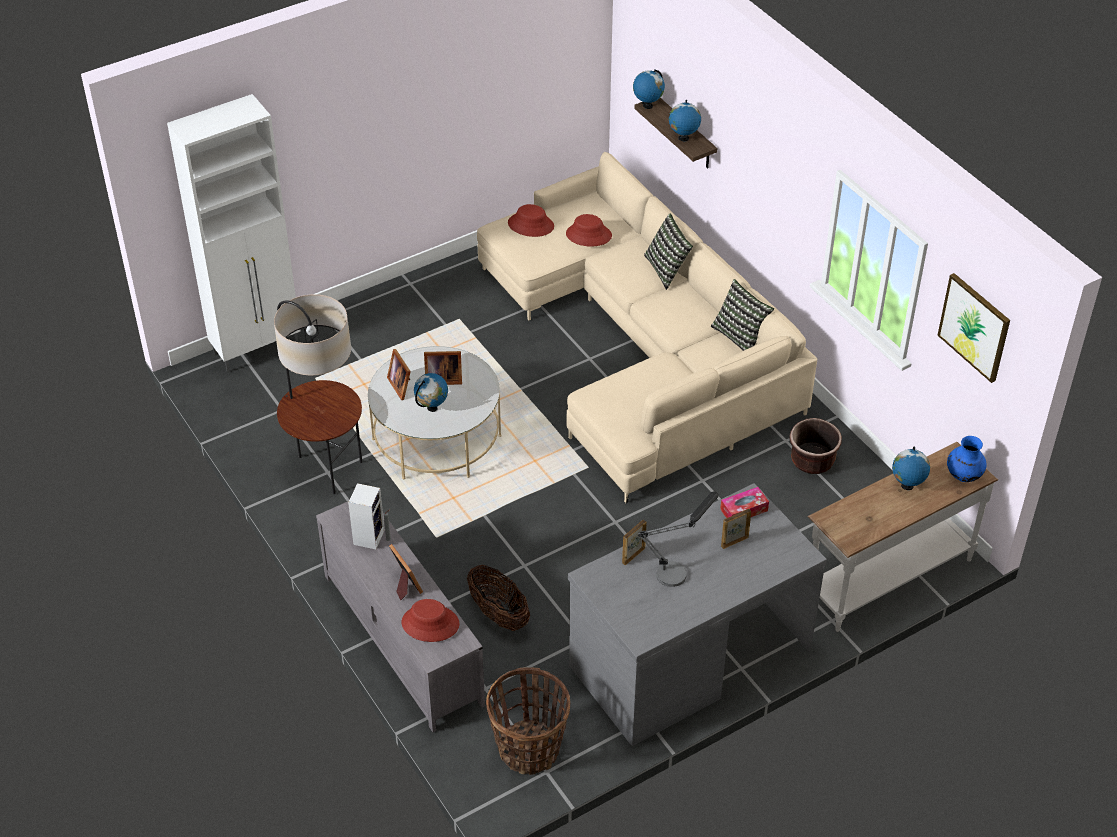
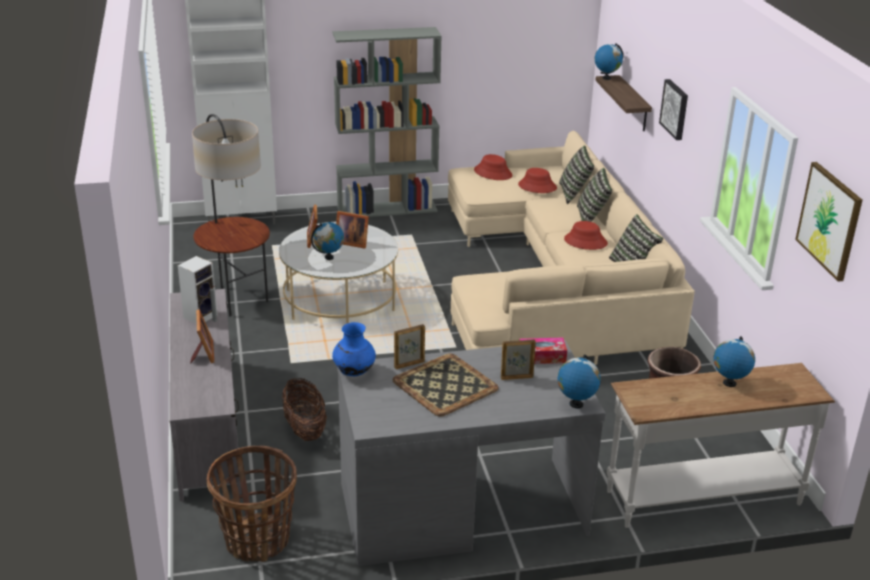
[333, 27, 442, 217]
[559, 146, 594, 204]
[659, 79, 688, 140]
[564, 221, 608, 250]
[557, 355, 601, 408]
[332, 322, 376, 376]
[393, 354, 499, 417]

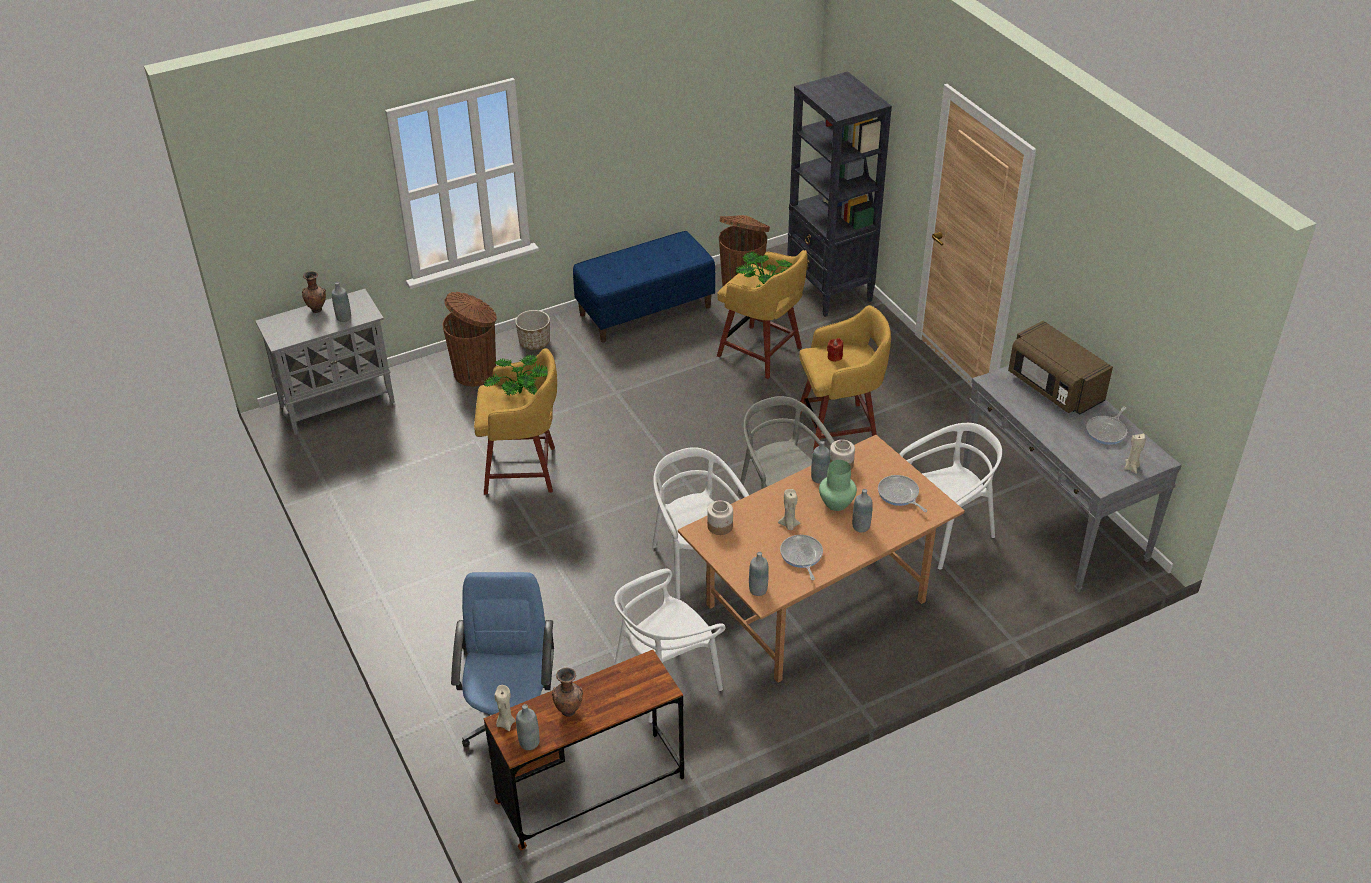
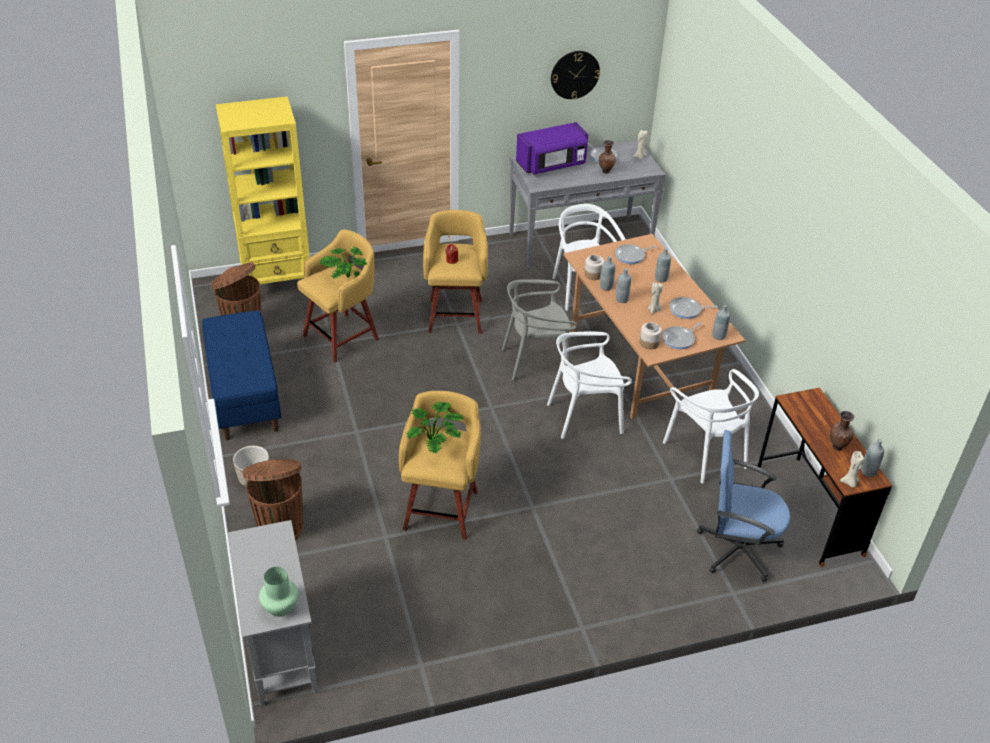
[551, 51, 600, 100]
[662, 323, 702, 349]
[599, 140, 616, 174]
[616, 268, 631, 303]
[259, 567, 298, 617]
[216, 96, 310, 284]
[516, 122, 588, 175]

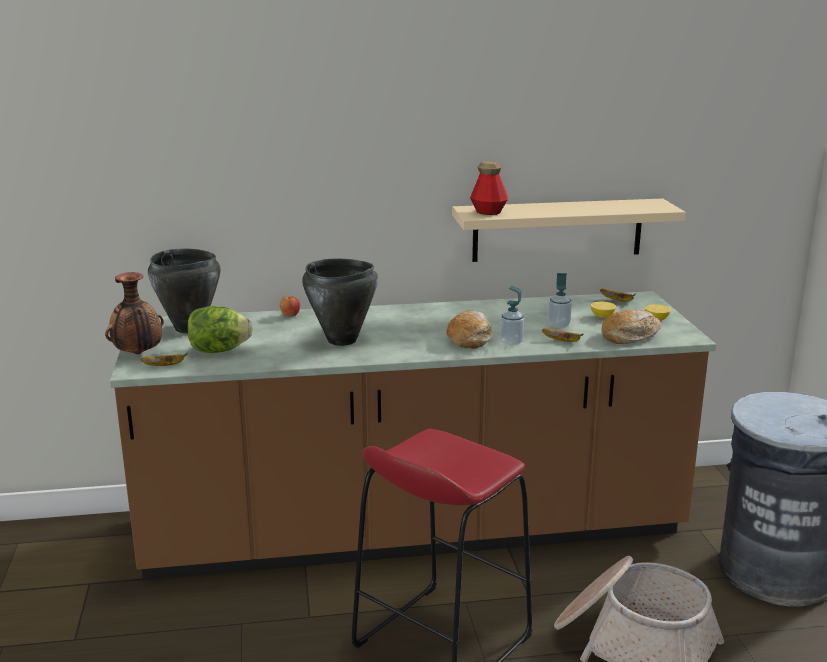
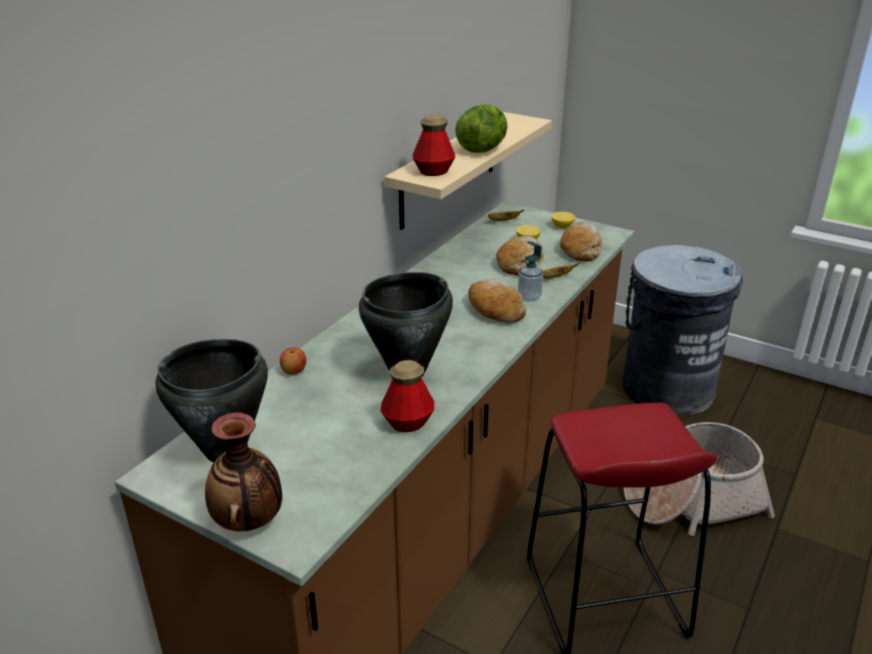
[141, 353, 188, 366] (first image)
[380, 360, 434, 432]
[455, 104, 507, 153]
[496, 235, 544, 276]

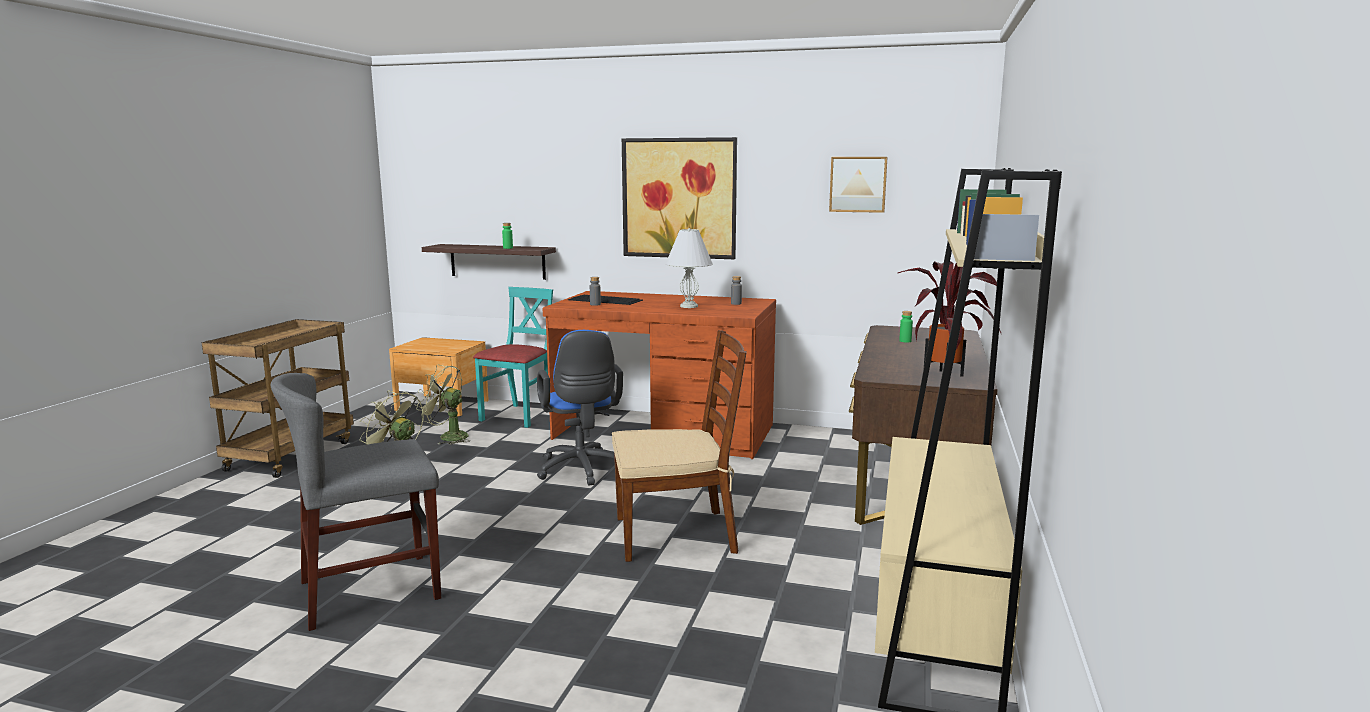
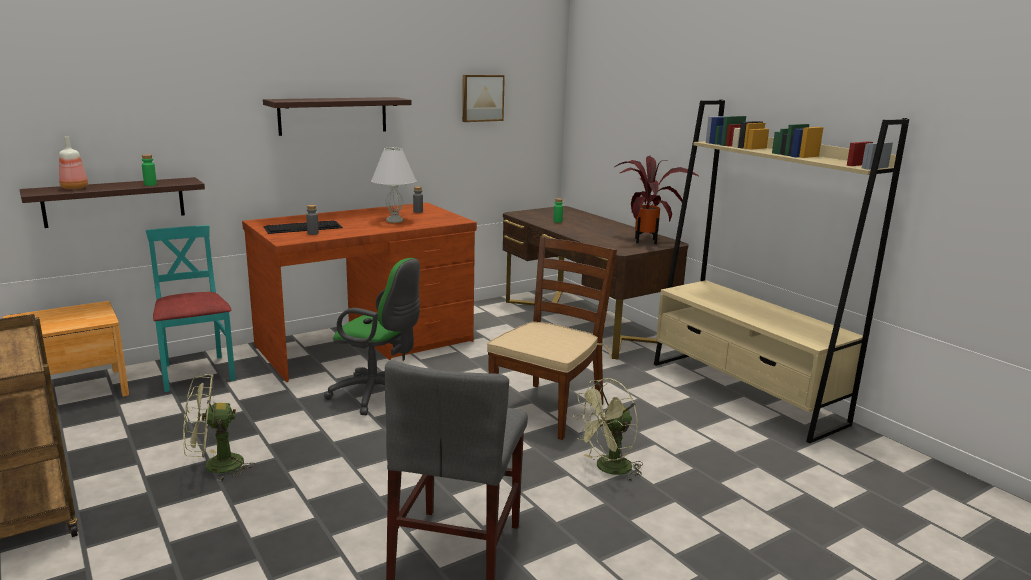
[59, 136, 88, 189]
[573, 378, 643, 482]
[263, 97, 412, 136]
[324, 258, 420, 415]

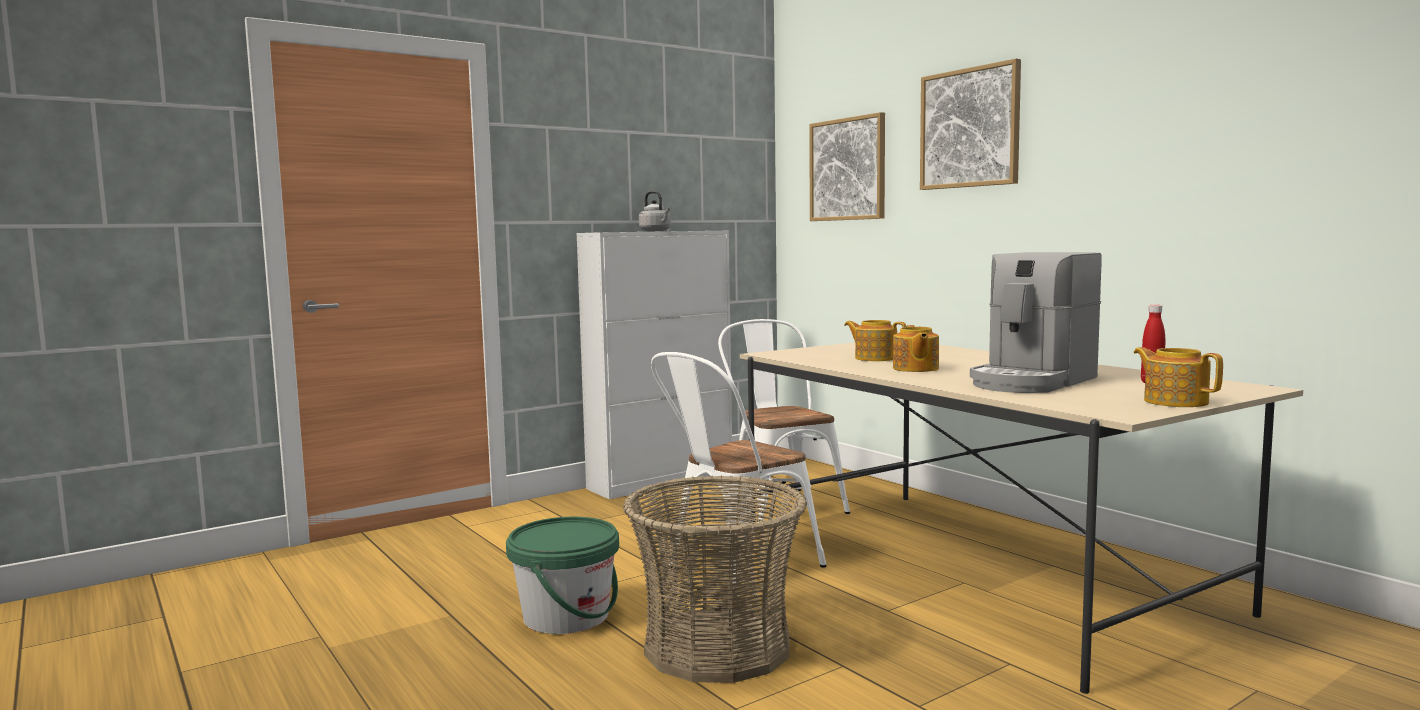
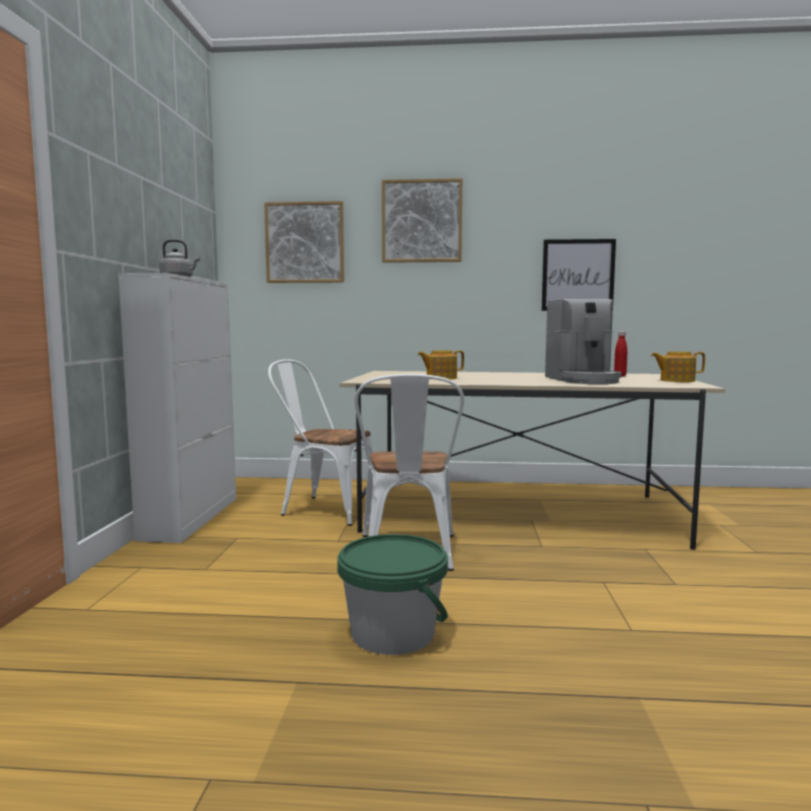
[623, 475, 807, 683] (first image)
[893, 325, 939, 372] (first image)
[542, 239, 616, 311]

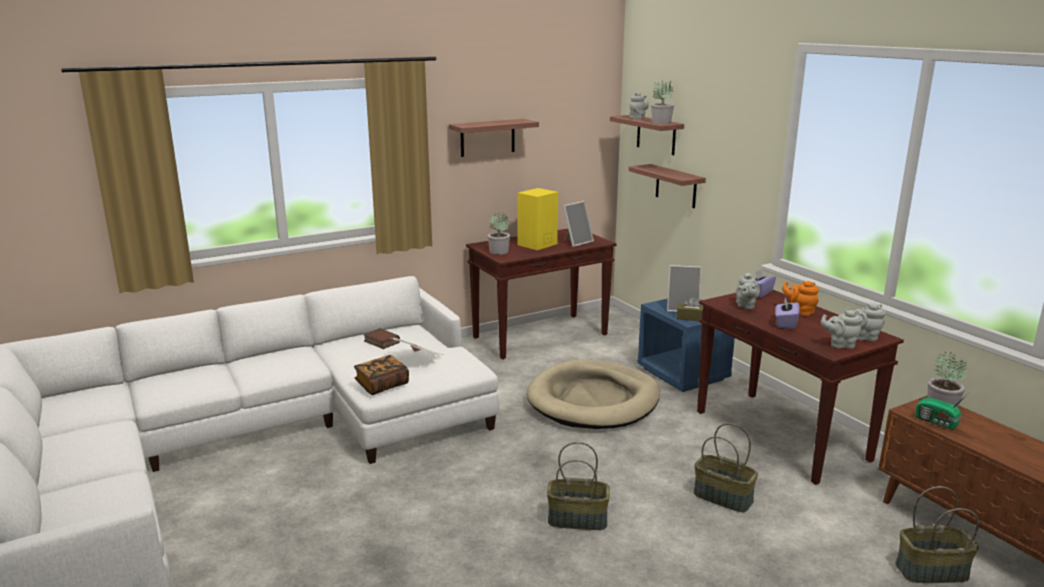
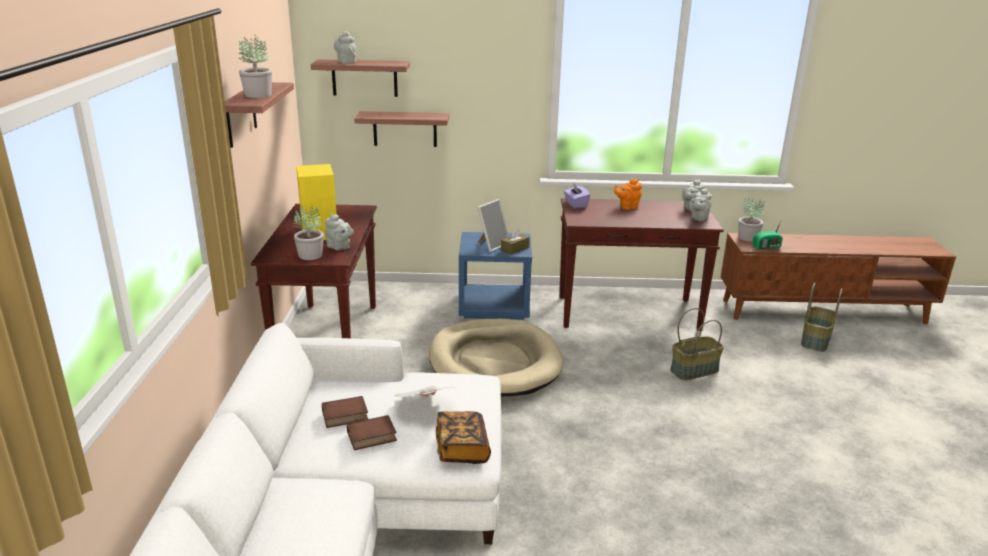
[547, 442, 610, 530] (first image)
[563, 201, 594, 247] (first image)
[775, 297, 800, 329] (first image)
[347, 415, 397, 450]
[239, 35, 272, 98]
[325, 214, 354, 250]

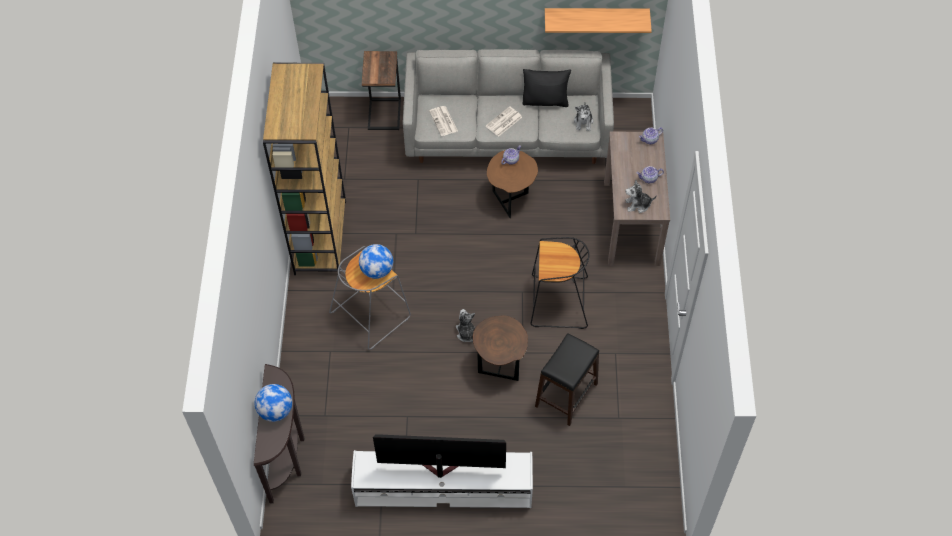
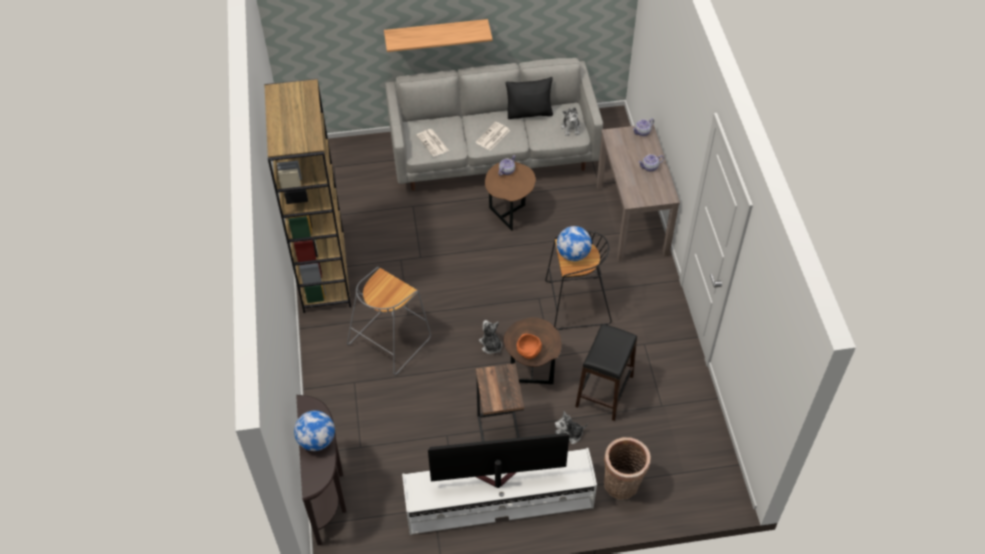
[516, 334, 542, 359]
[604, 437, 651, 500]
[557, 226, 592, 261]
[476, 363, 524, 442]
[384, 19, 493, 52]
[555, 411, 588, 444]

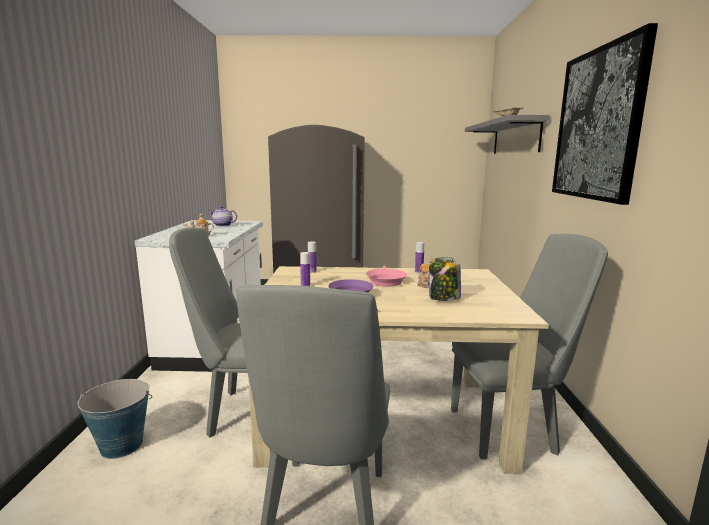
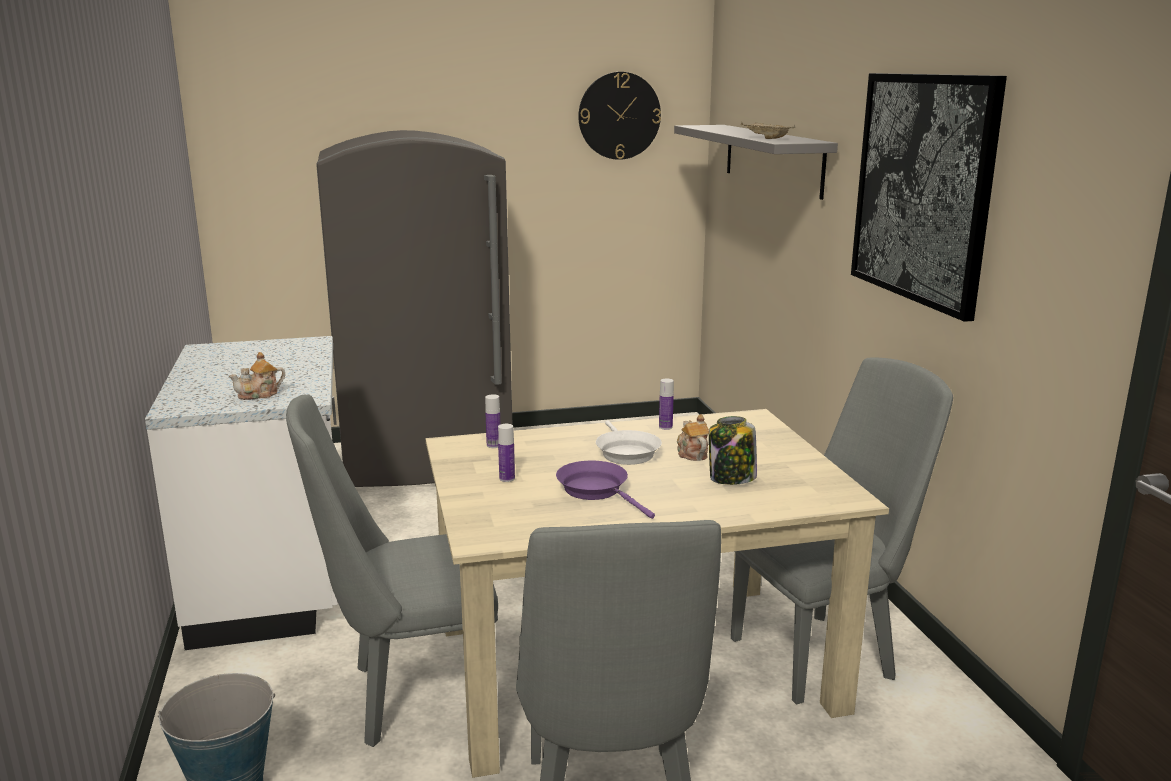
[208, 206, 237, 227] (first image)
[578, 72, 661, 160]
[596, 420, 662, 465]

